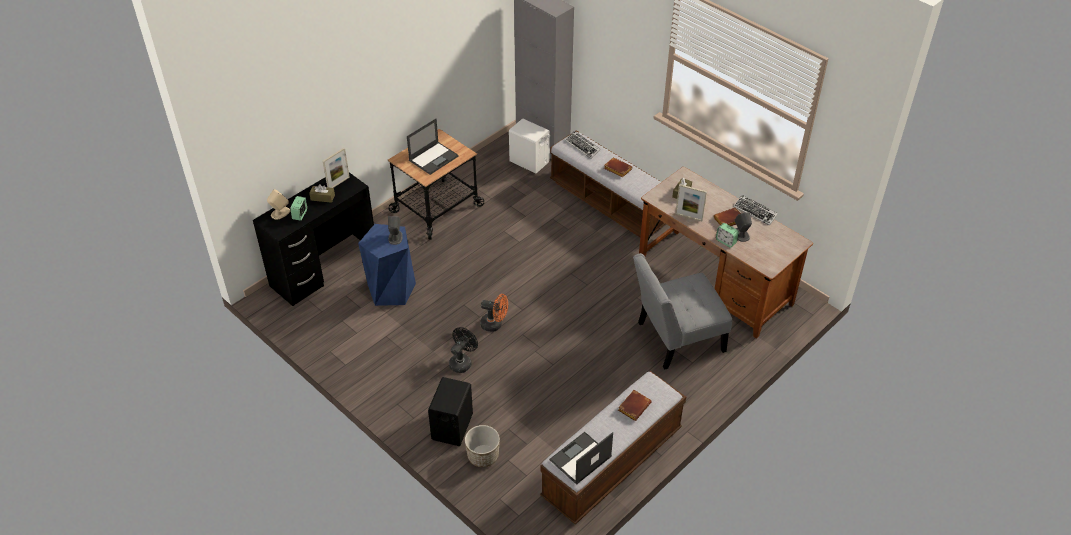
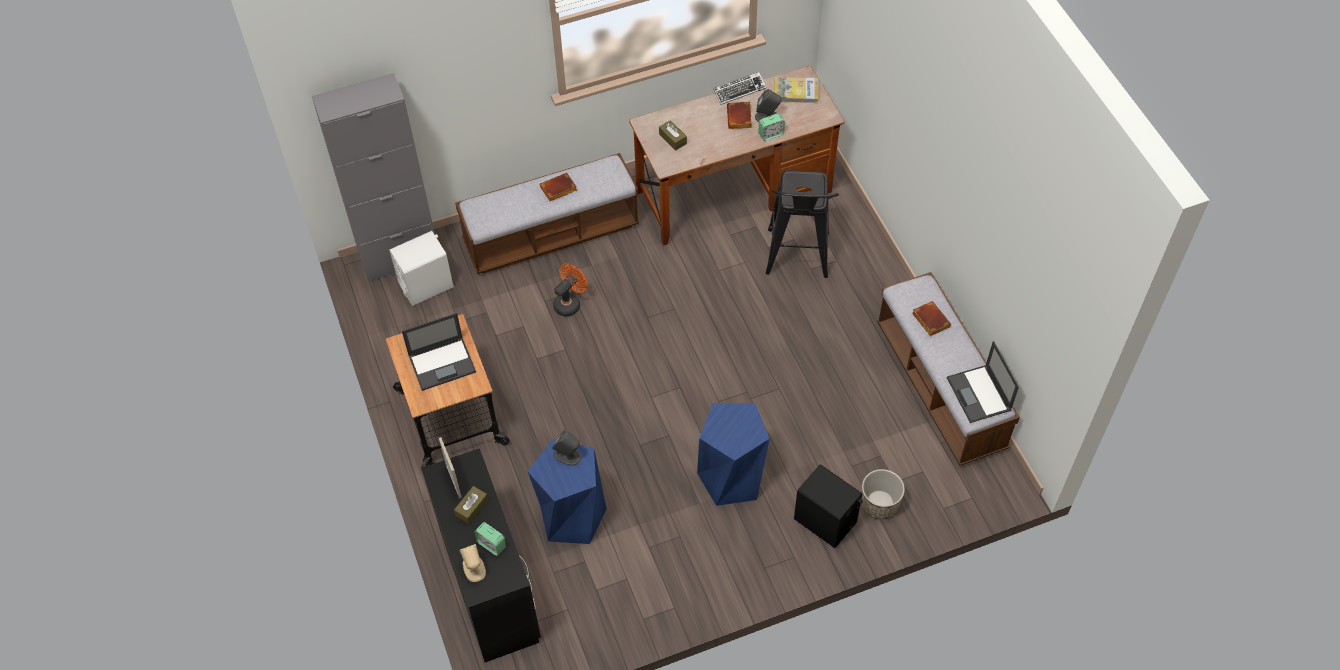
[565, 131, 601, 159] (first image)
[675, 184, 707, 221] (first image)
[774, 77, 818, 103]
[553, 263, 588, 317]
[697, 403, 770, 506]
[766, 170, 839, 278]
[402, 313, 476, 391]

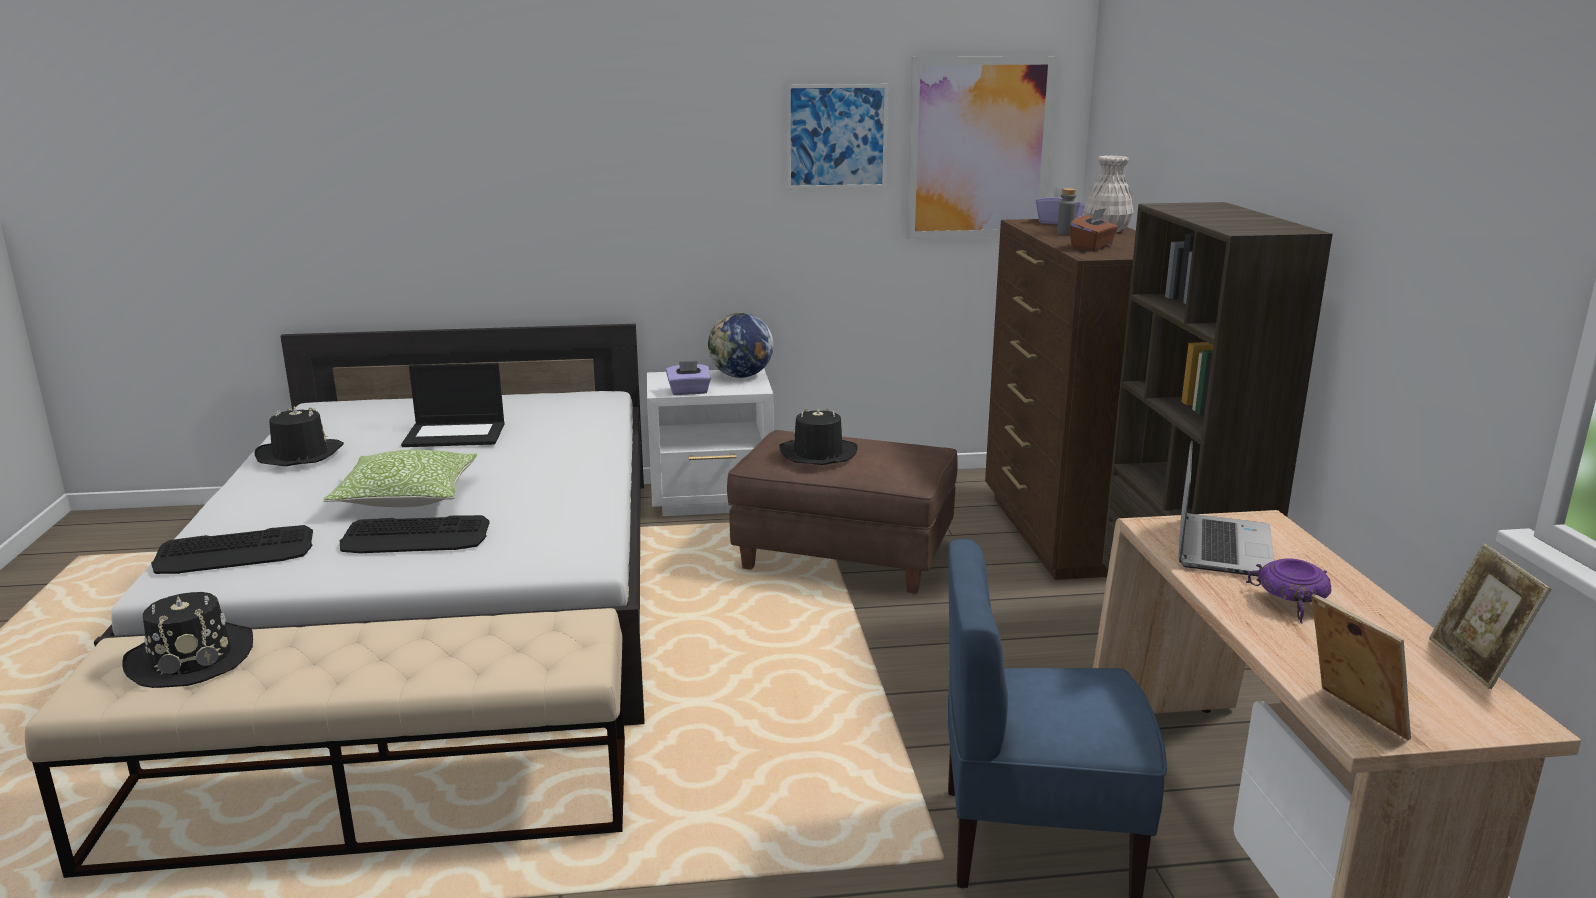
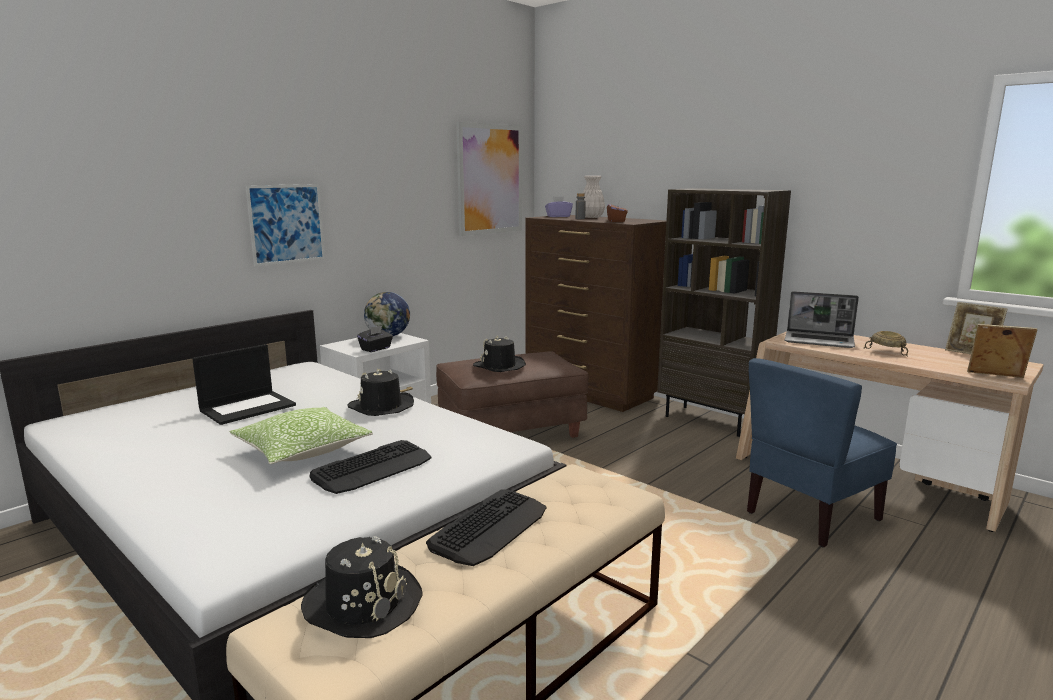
[426, 489, 547, 566]
[347, 368, 414, 416]
[245, 184, 325, 266]
[357, 326, 393, 352]
[864, 331, 908, 356]
[784, 291, 859, 348]

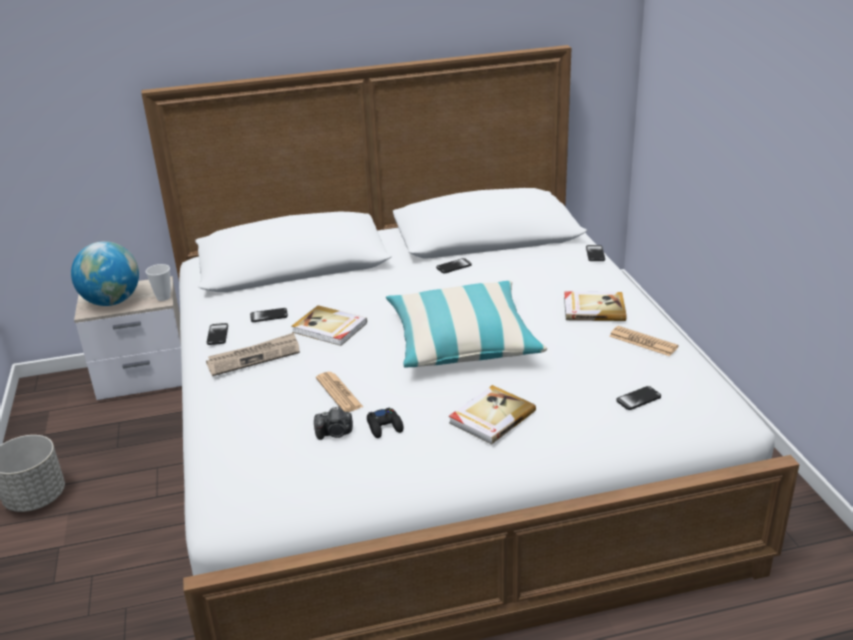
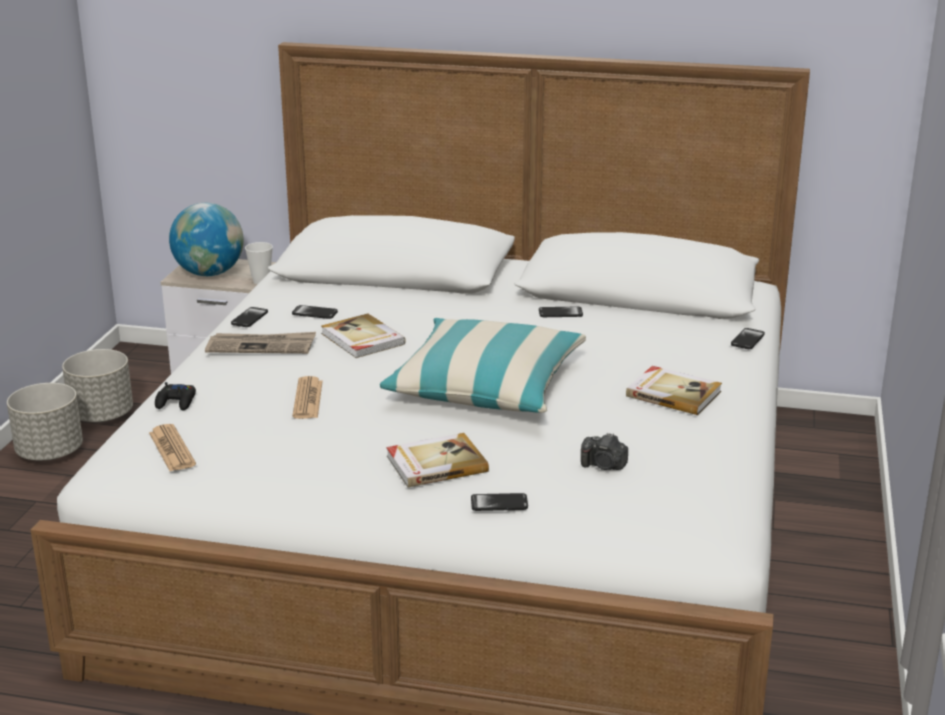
[62, 349, 133, 423]
[581, 432, 628, 470]
[155, 382, 196, 410]
[149, 424, 196, 471]
[471, 493, 528, 511]

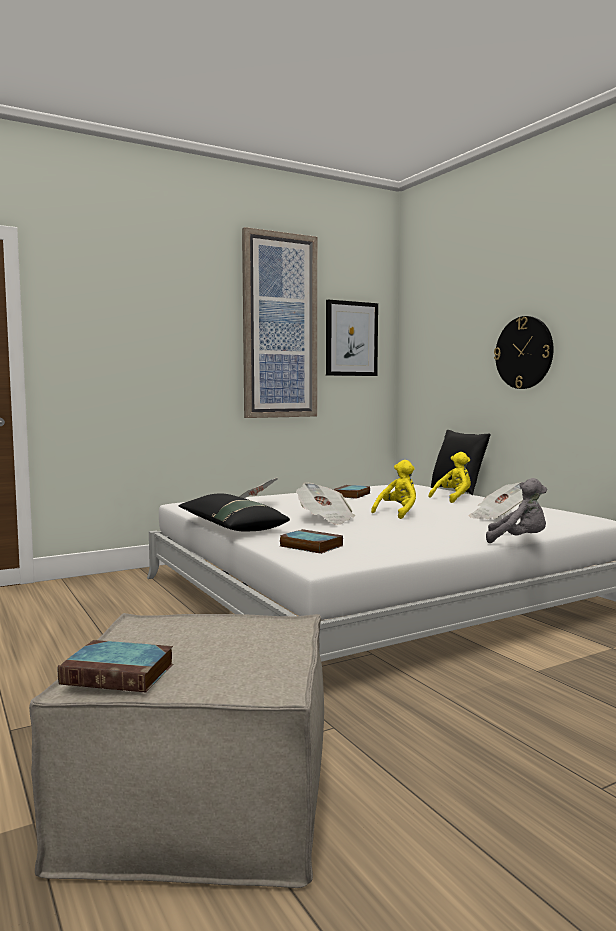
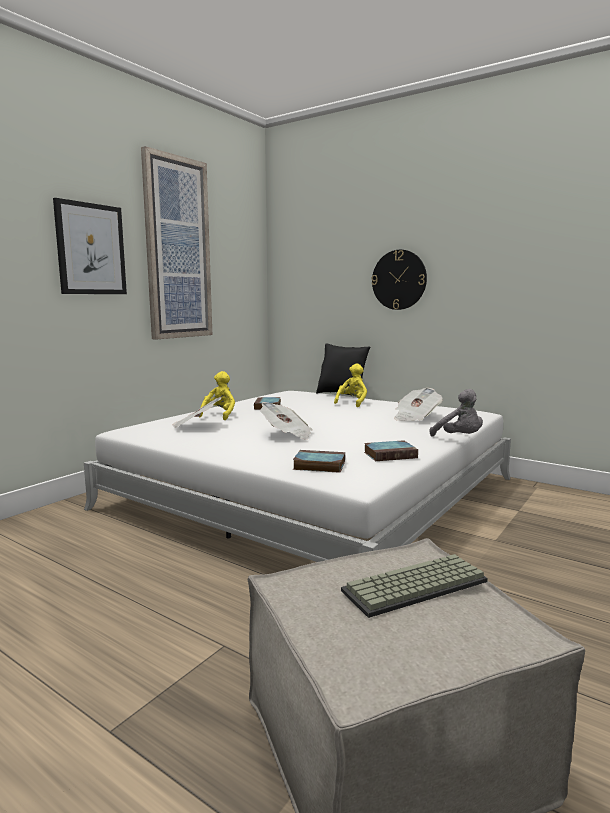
[179, 493, 290, 532] (first image)
[341, 554, 488, 618]
[364, 440, 418, 461]
[53, 198, 127, 294]
[200, 371, 235, 420]
[430, 389, 483, 436]

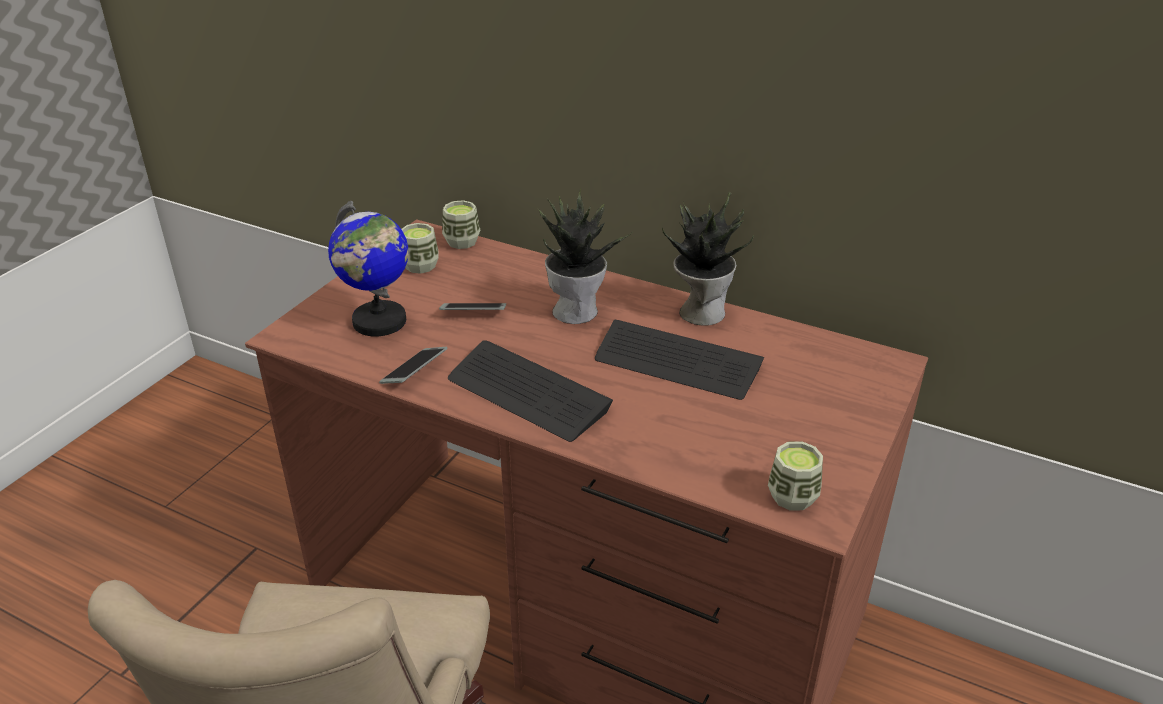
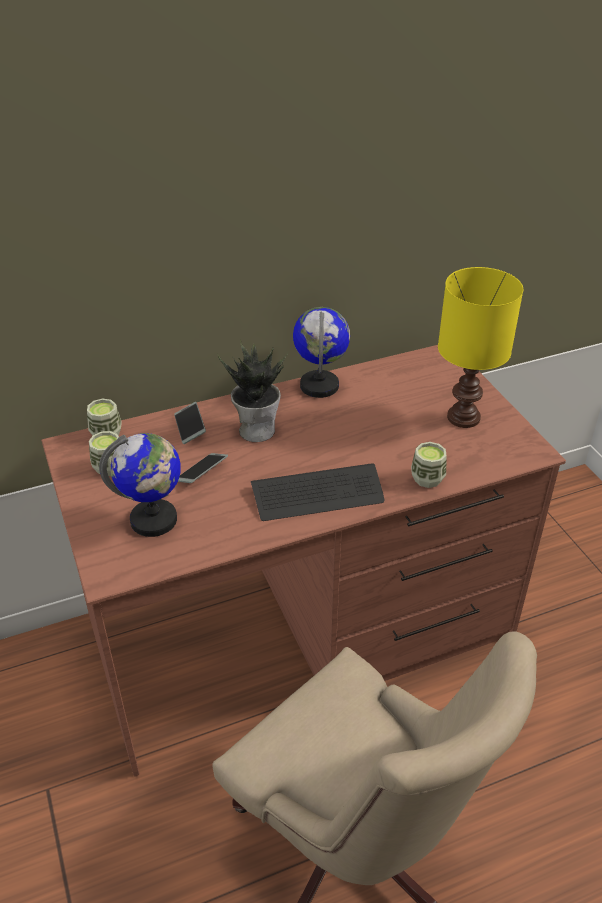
[595, 320, 764, 400] (first image)
[438, 267, 523, 428]
[174, 402, 206, 444]
[411, 442, 446, 488]
[293, 307, 350, 398]

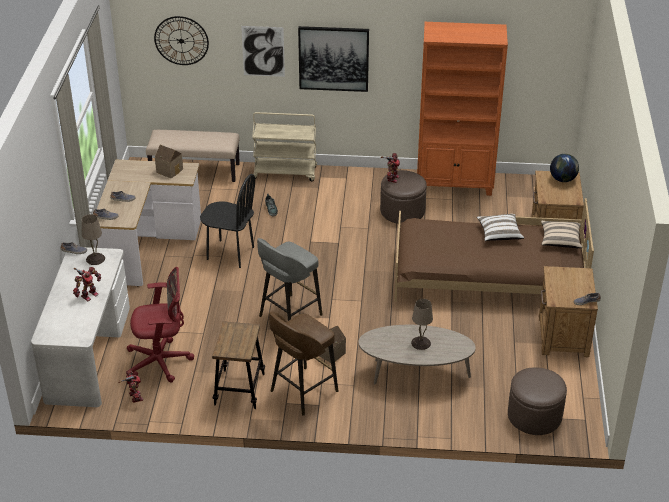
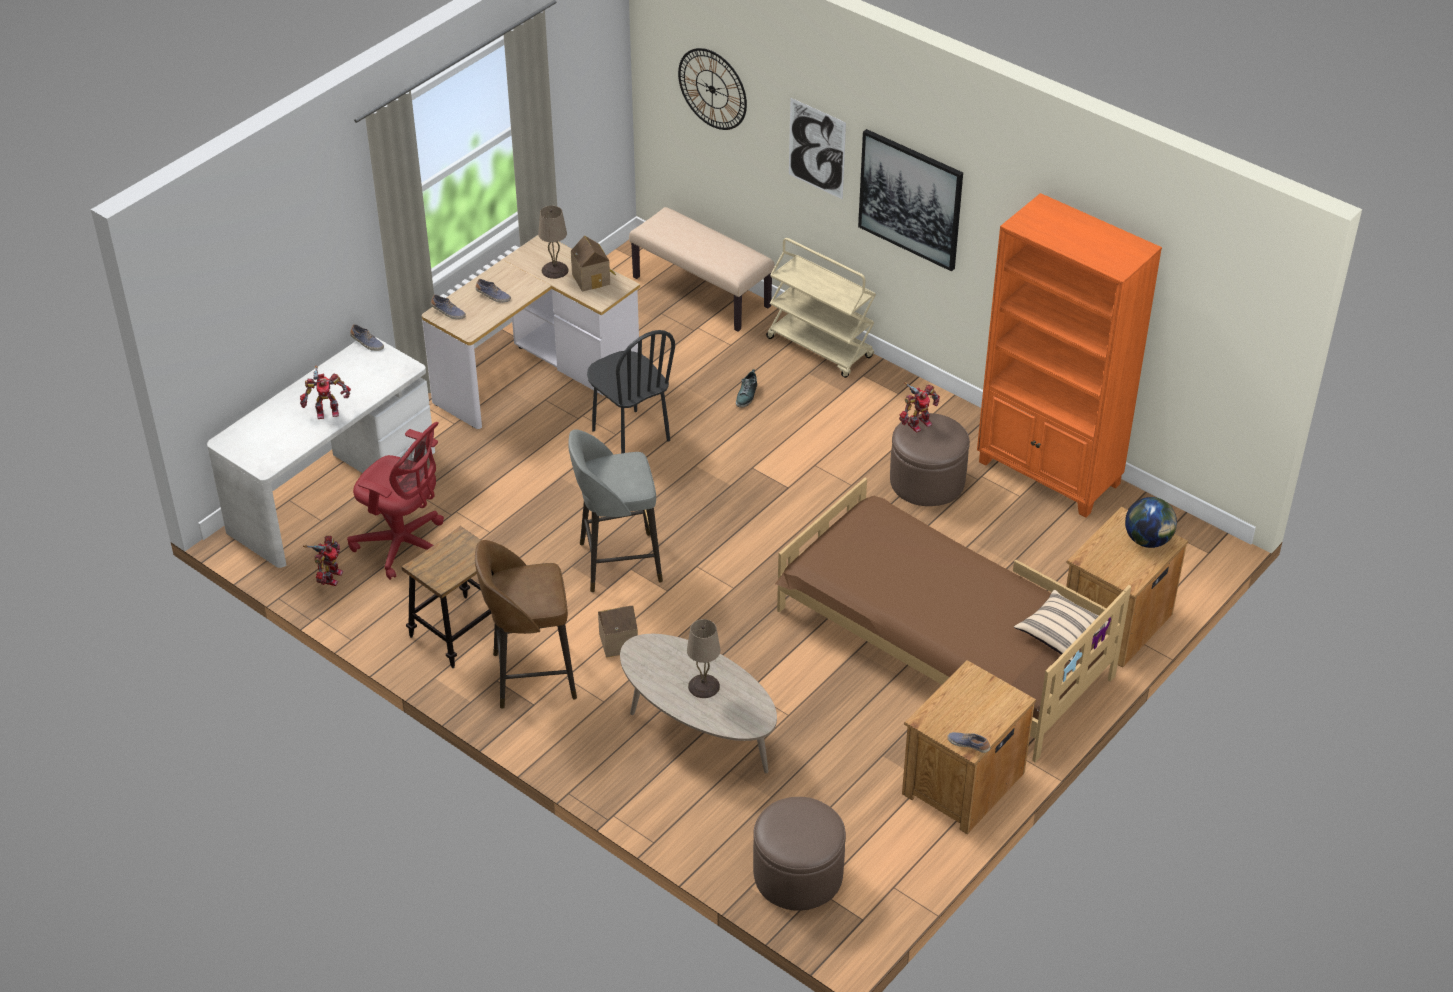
[477, 214, 524, 241] (first image)
[538, 206, 569, 279]

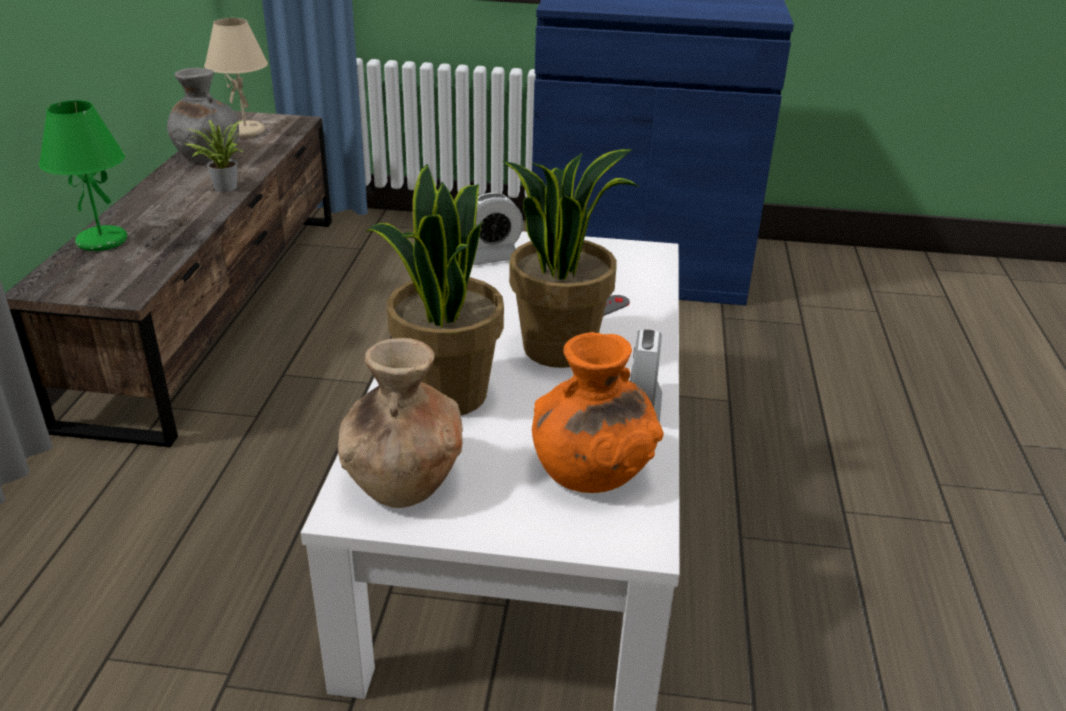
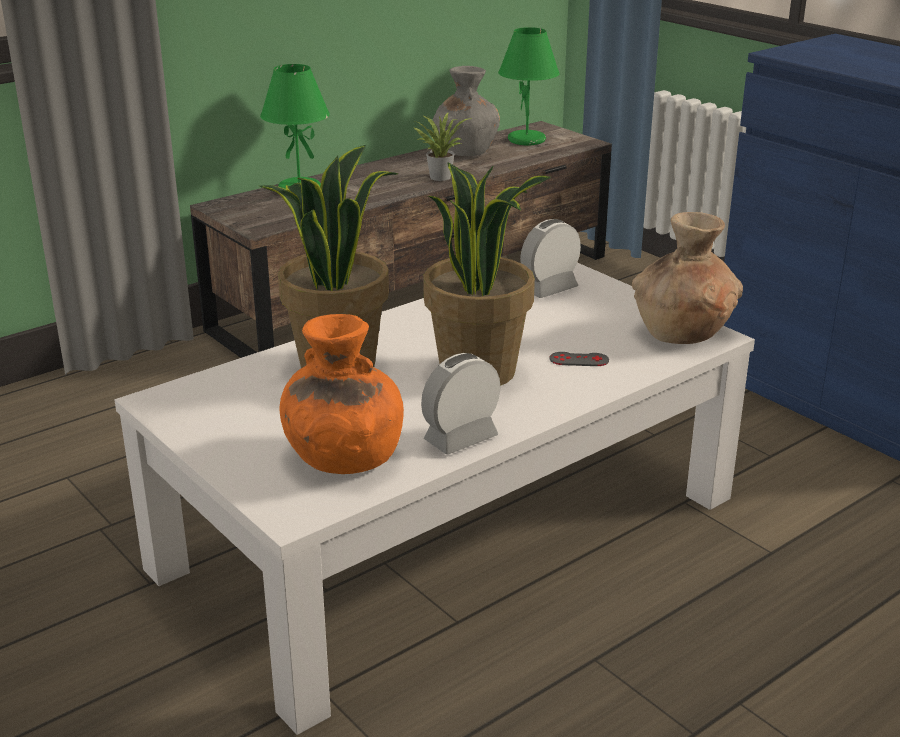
[632, 212, 743, 344]
[498, 27, 560, 145]
[520, 219, 581, 298]

